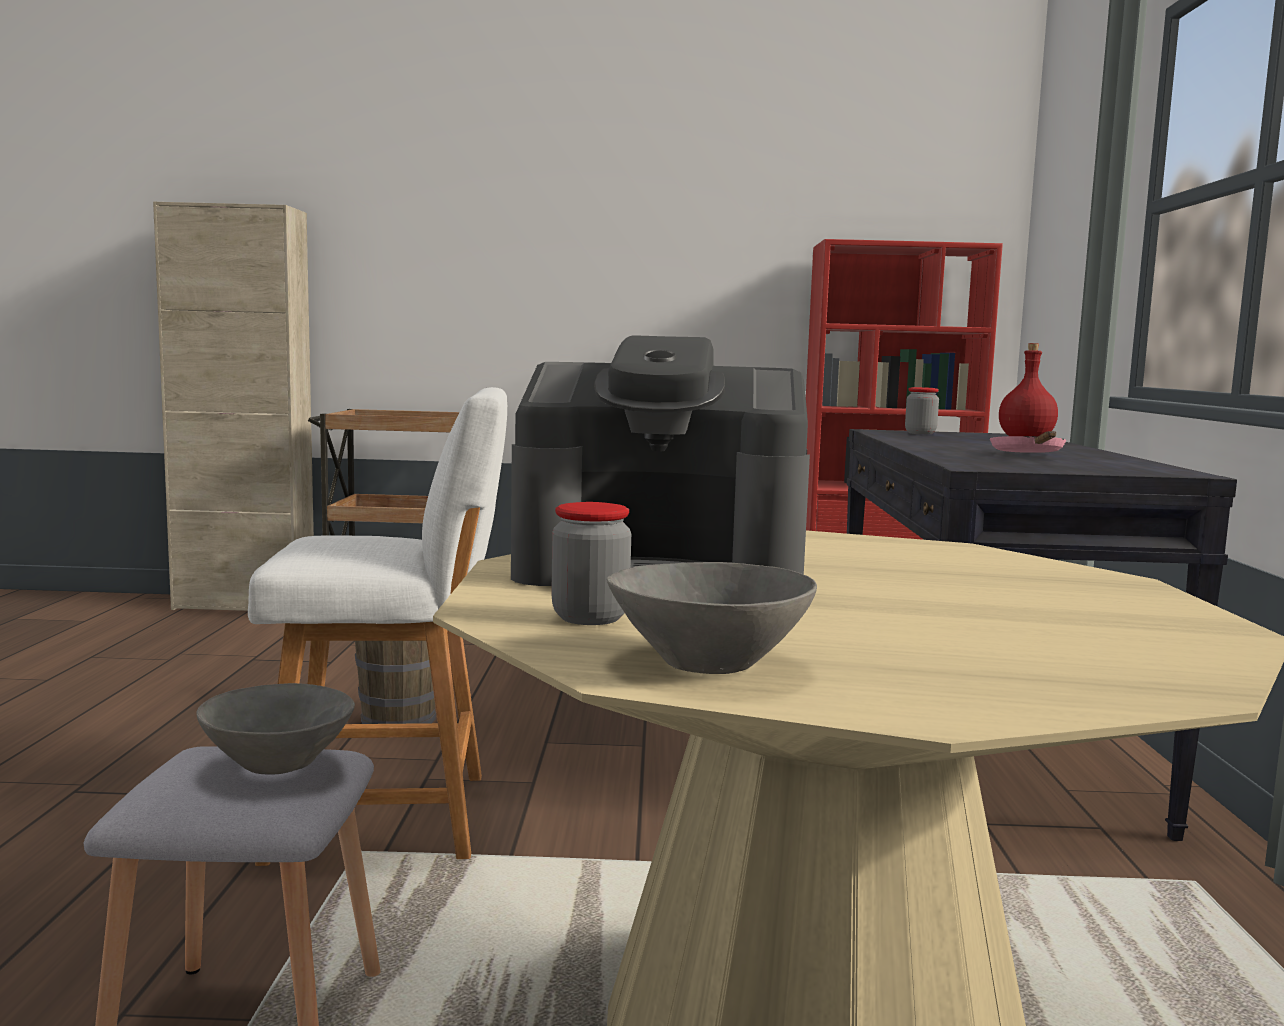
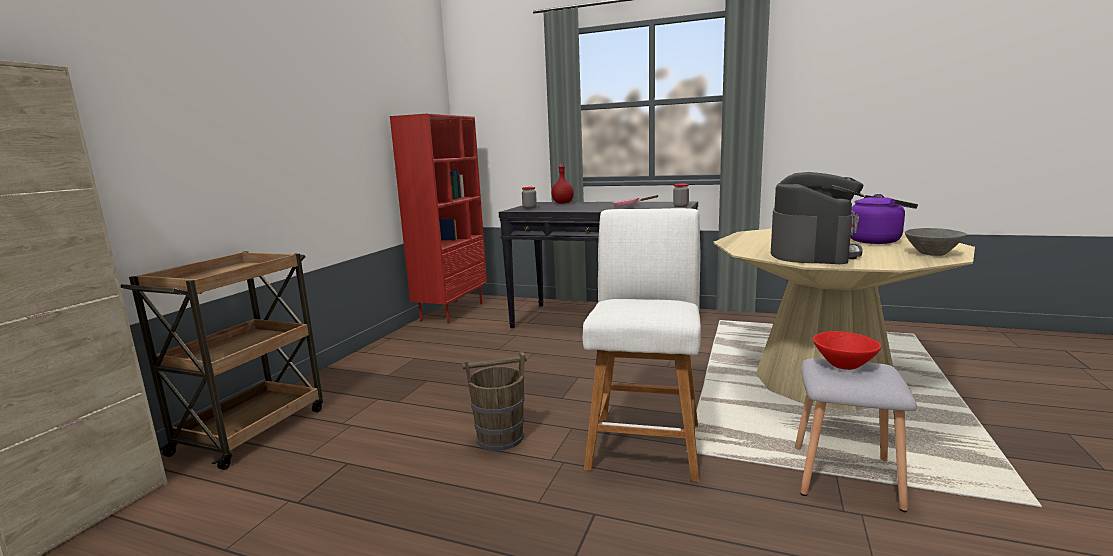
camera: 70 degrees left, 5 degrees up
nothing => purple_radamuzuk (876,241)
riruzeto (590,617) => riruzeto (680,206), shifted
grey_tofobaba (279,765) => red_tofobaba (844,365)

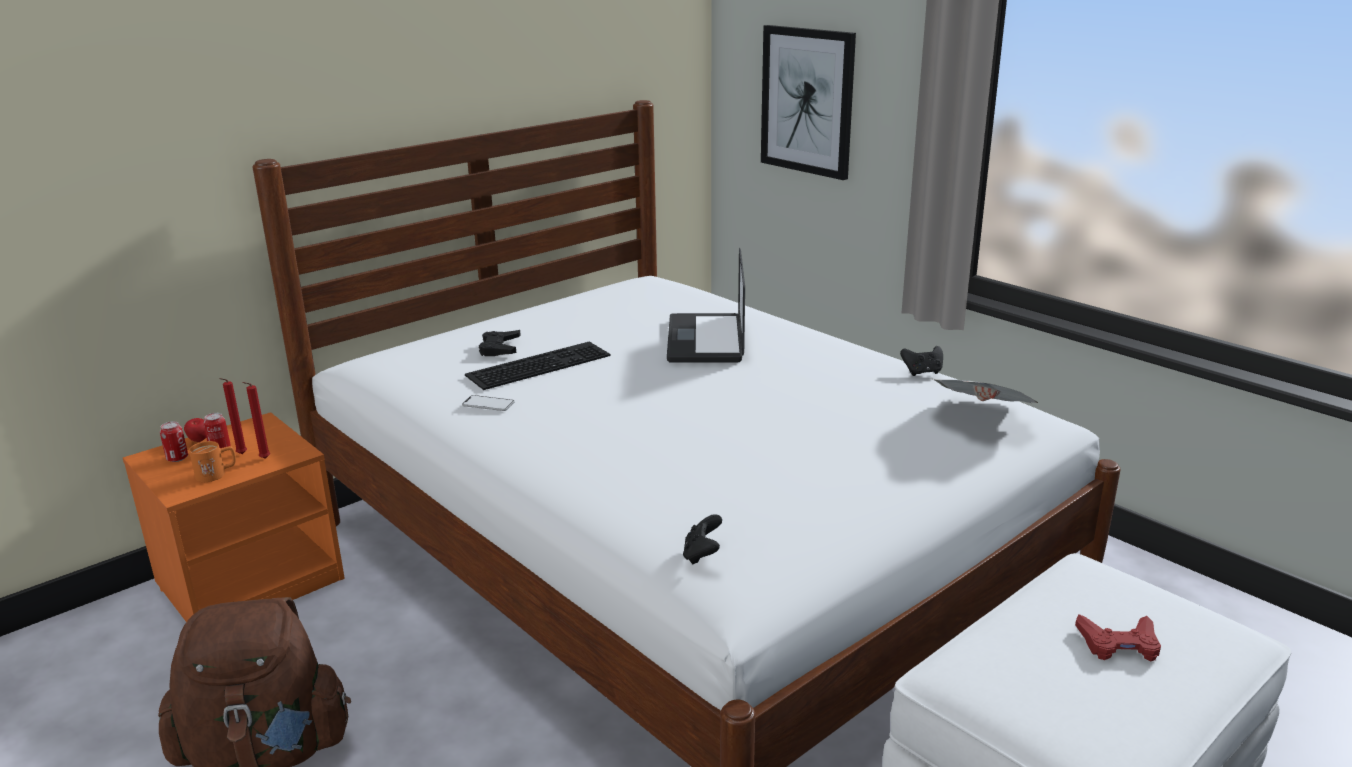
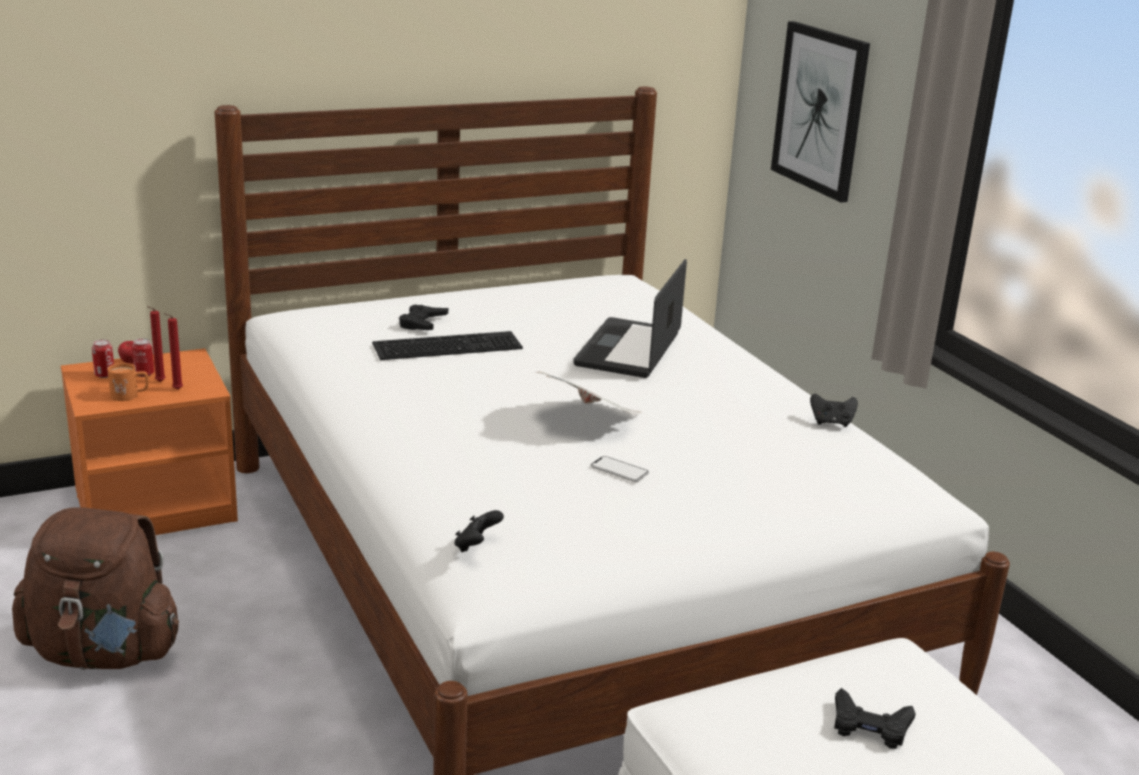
camera: 15 degrees right, 0 degrees up
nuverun (488,404) => nuverun (619,470), shifted
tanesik (982,417) => tanesik (590,421), shifted
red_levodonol (1119,644) => black_levodonol (870,726)

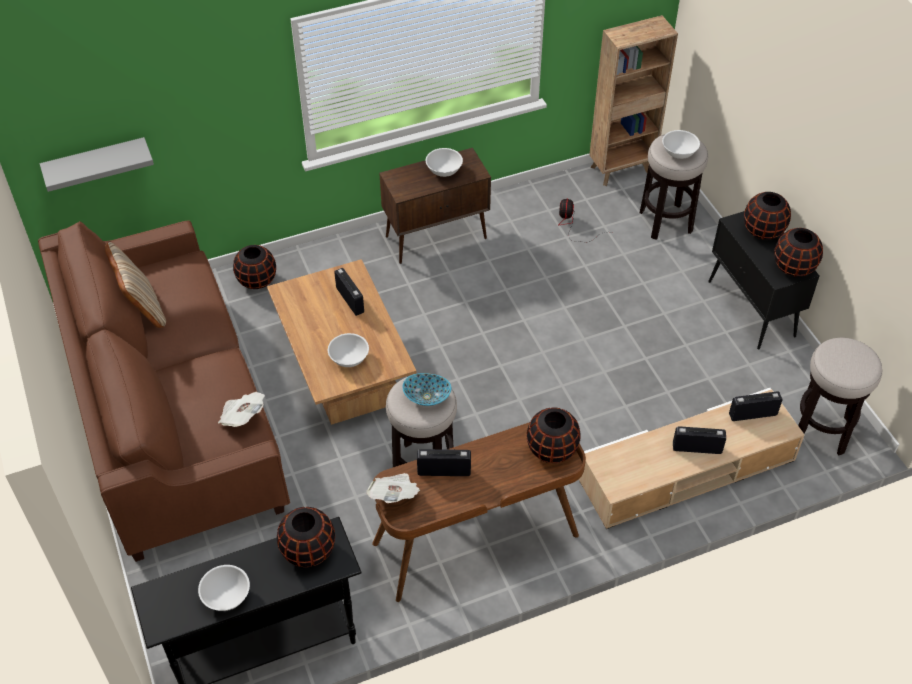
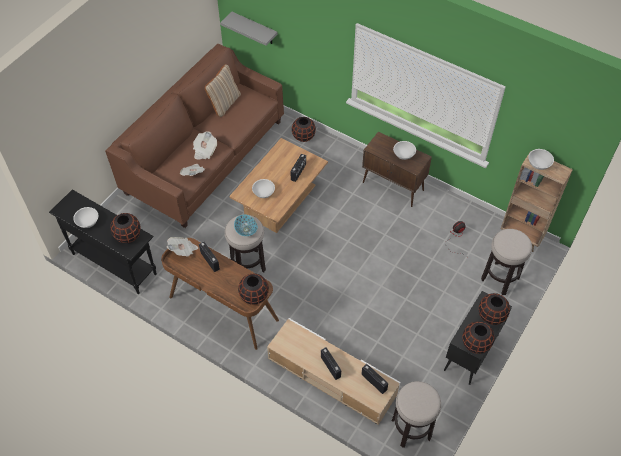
camera: 55 degrees right, 5 degrees up
nothing => tanesik (204,151)
white_tofobaba (678,152) => white_tofobaba (538,164), shifted

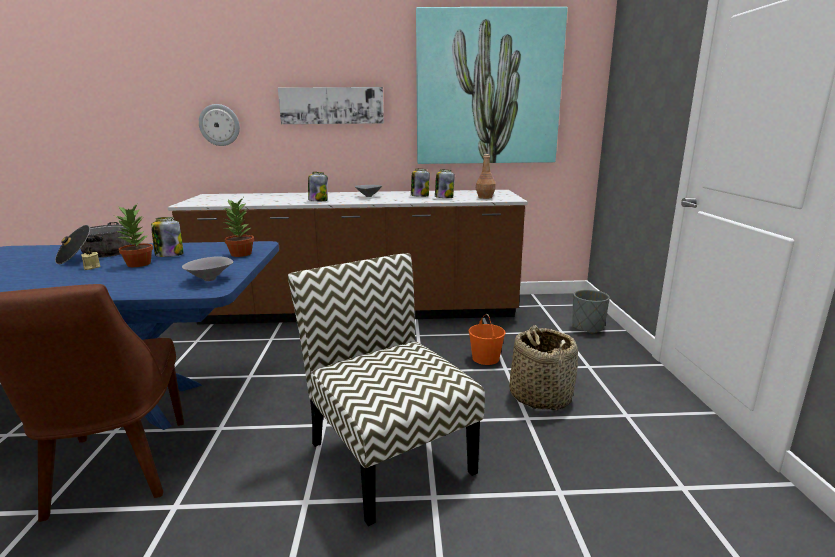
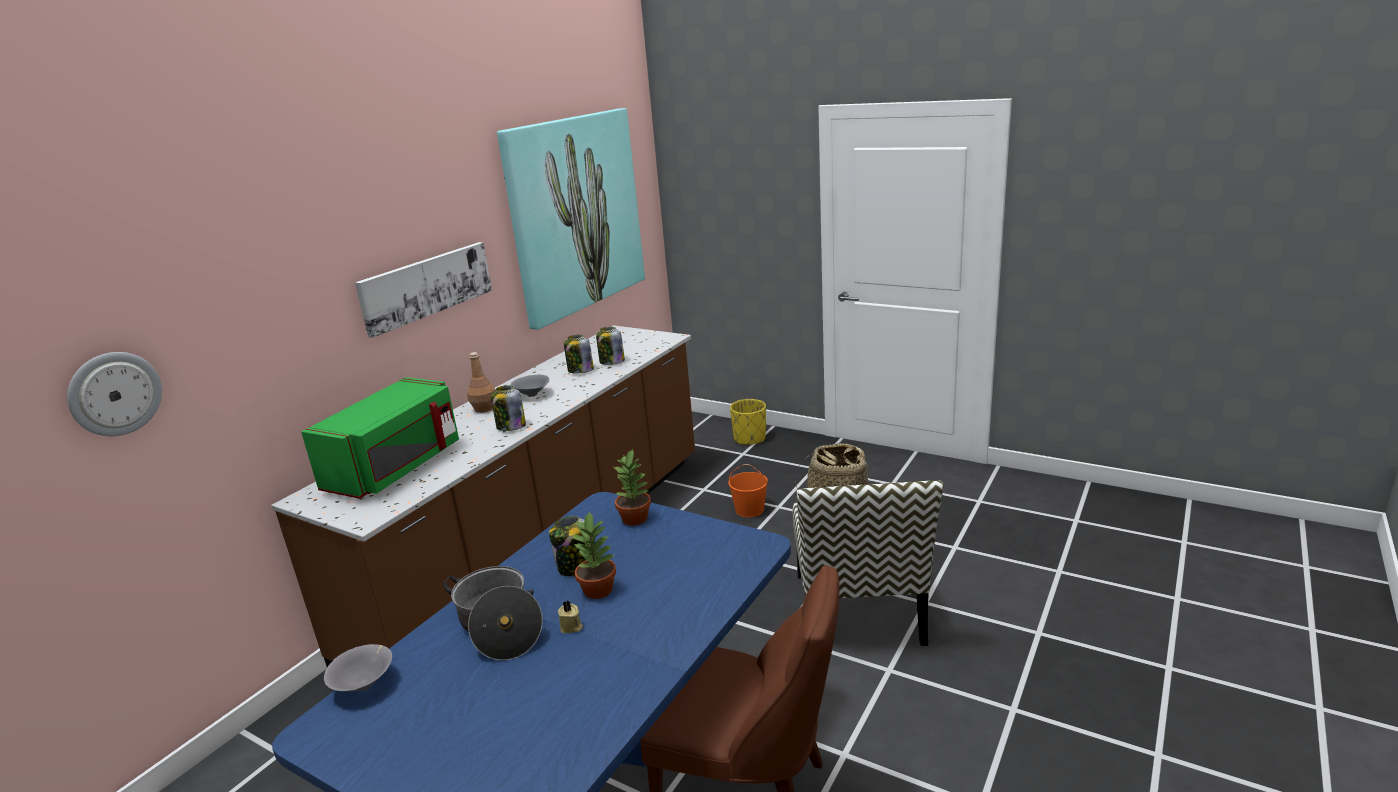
camera: 55 degrees left, 5 degrees up
nothing => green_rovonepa (397,467)
grey_tofobaba (211,279) => grey_tofobaba (365,684), shifted
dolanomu (219,125) => dolanomu (114,393), shifted
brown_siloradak (485,197) => brown_siloradak (484,408), shifted
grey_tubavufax (588,327) => yellow_tubavufax (750,439)
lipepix (388,455) => lipepix (859,610), 90 degrees counterclockwise

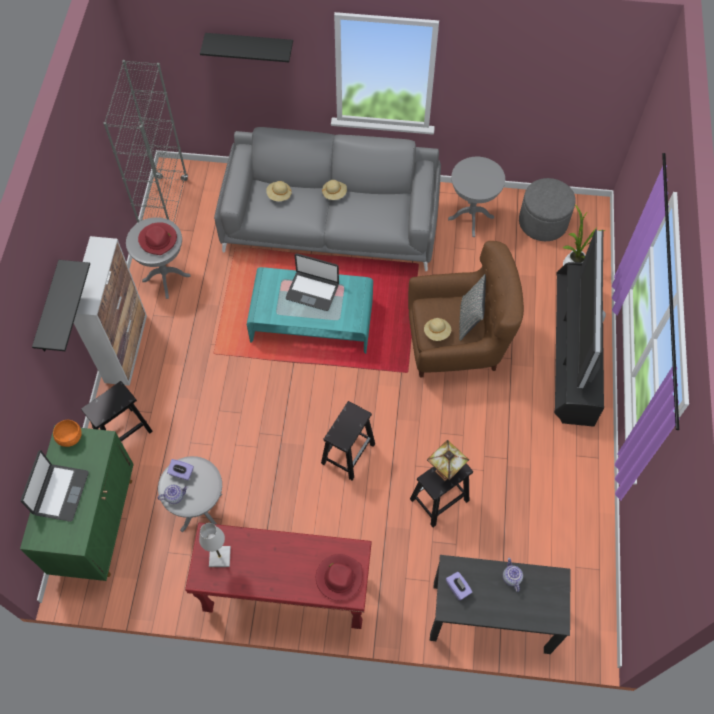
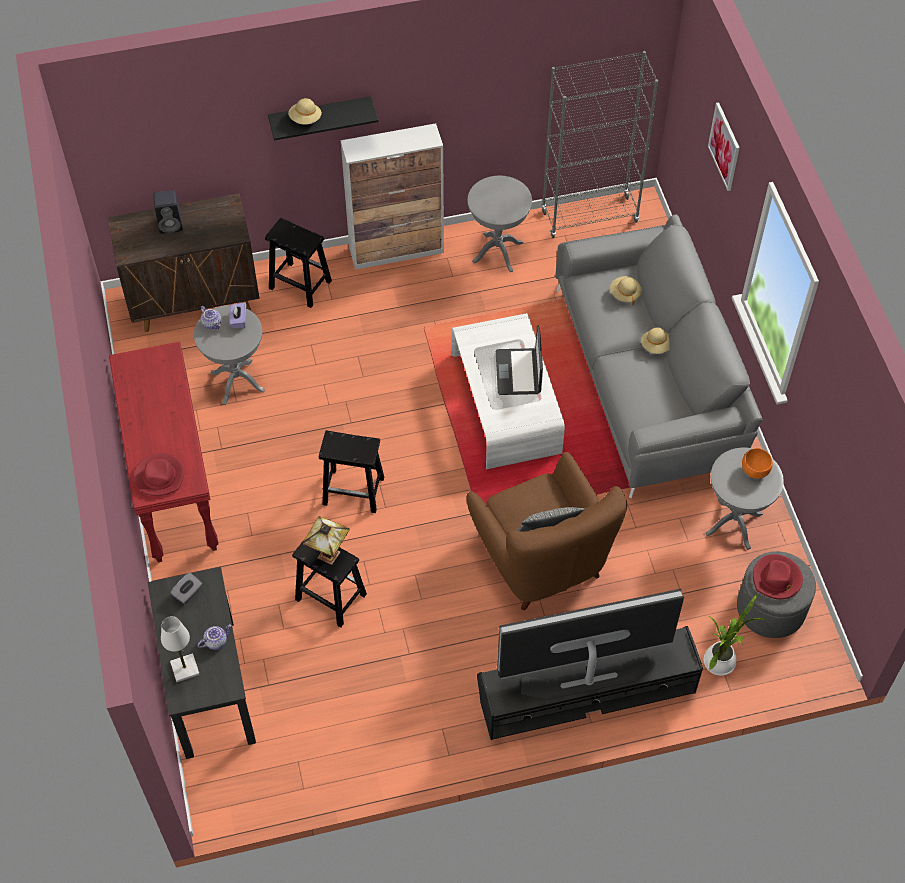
camera: 70 degrees right, 5 degrees down
orange_tofobaba (70,438) => orange_tofobaba (754,470), shifted
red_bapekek (158,240) => red_bapekek (777,579), shifted
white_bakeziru (219,556) => white_bakeziru (185,668), shifted
beige_bapekek (437,332) => beige_bapekek (305,119), shifted
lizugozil (60,493) => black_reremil (171,224)
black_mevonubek (250,46) => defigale (724,146)
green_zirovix (96,523) => brown_zirovix (195,301)
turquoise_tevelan (312,321) => white_tevelan (505,403)
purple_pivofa (458,588) => grey_pivofa (188,593)

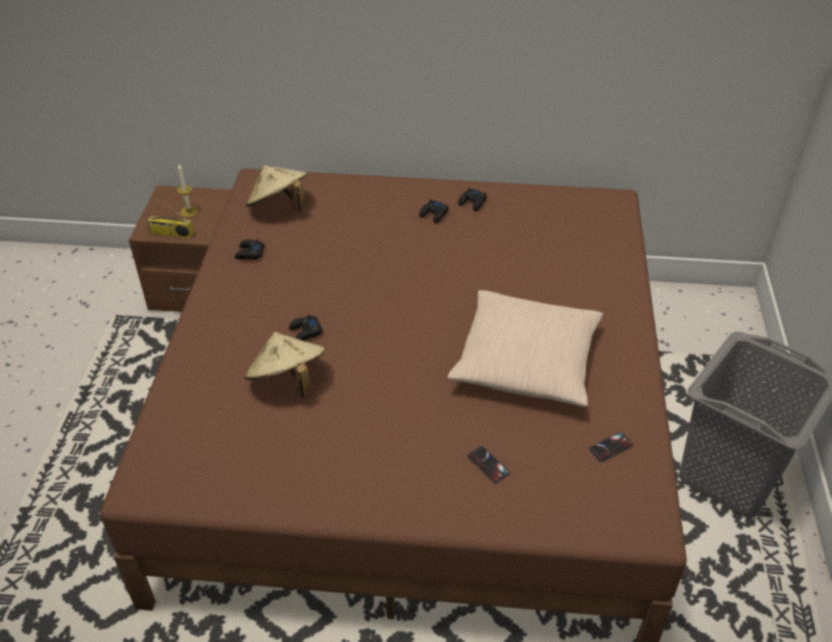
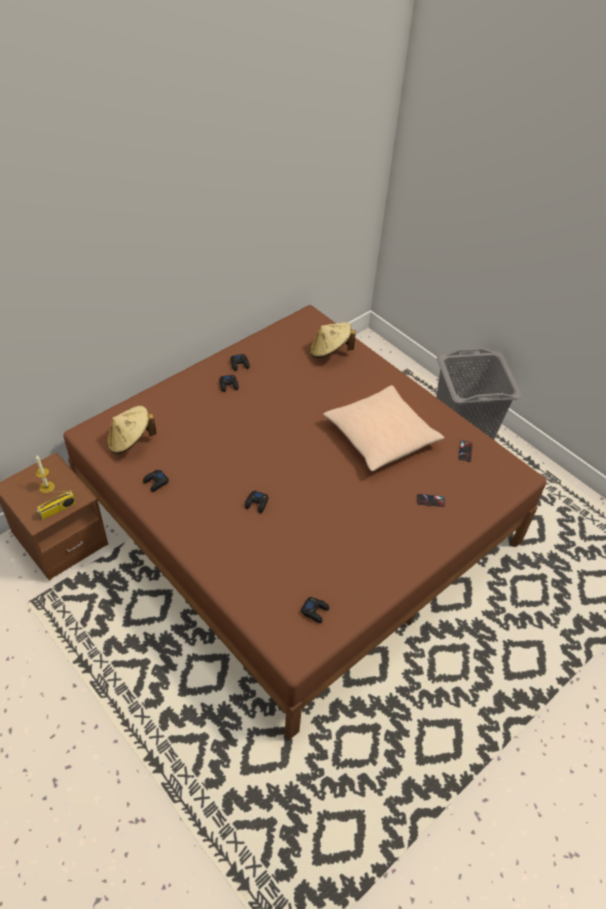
camera: 50 degrees left, 5 degrees up
nothing => black_levodonol (315,611)
beige_bapekek (287,381) => beige_bapekek (330,352), shifted

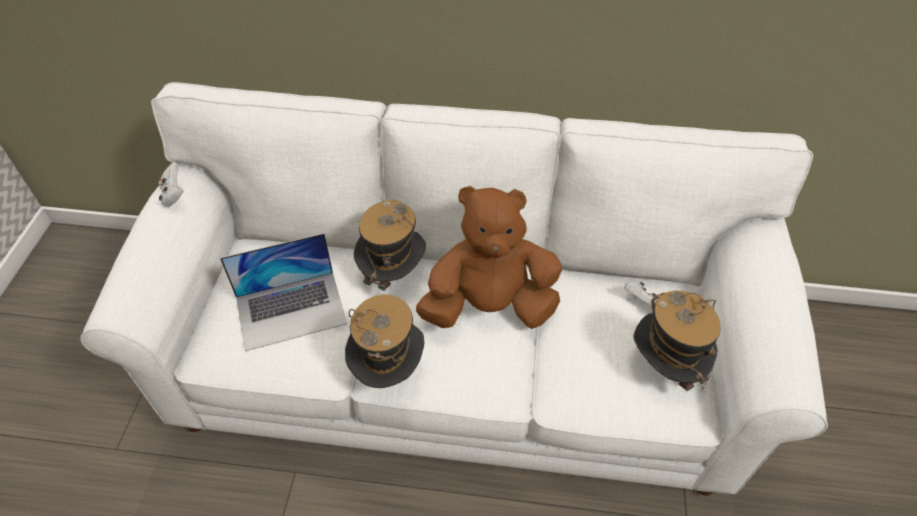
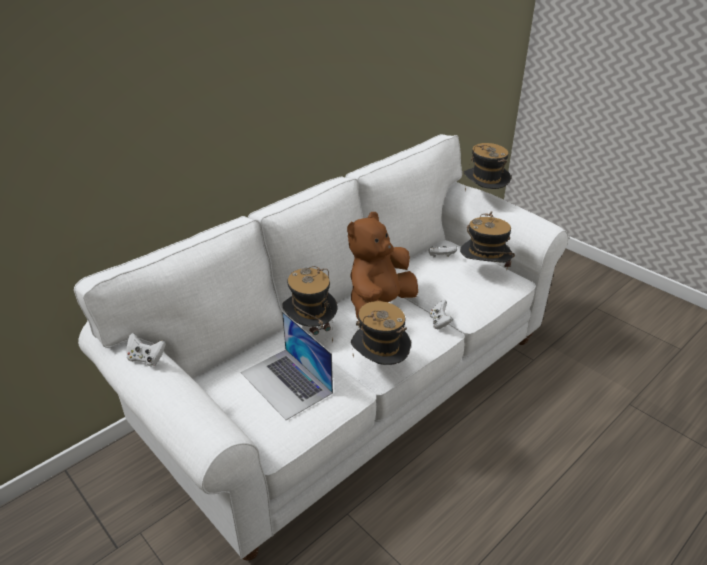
camera: 50 degrees left, 15 degrees down
nothing => white_levodonol (439,322)
nothing => bapekek (483,199)
lizugozil (291,310) => lizugozil (286,382), 120 degrees clockwise

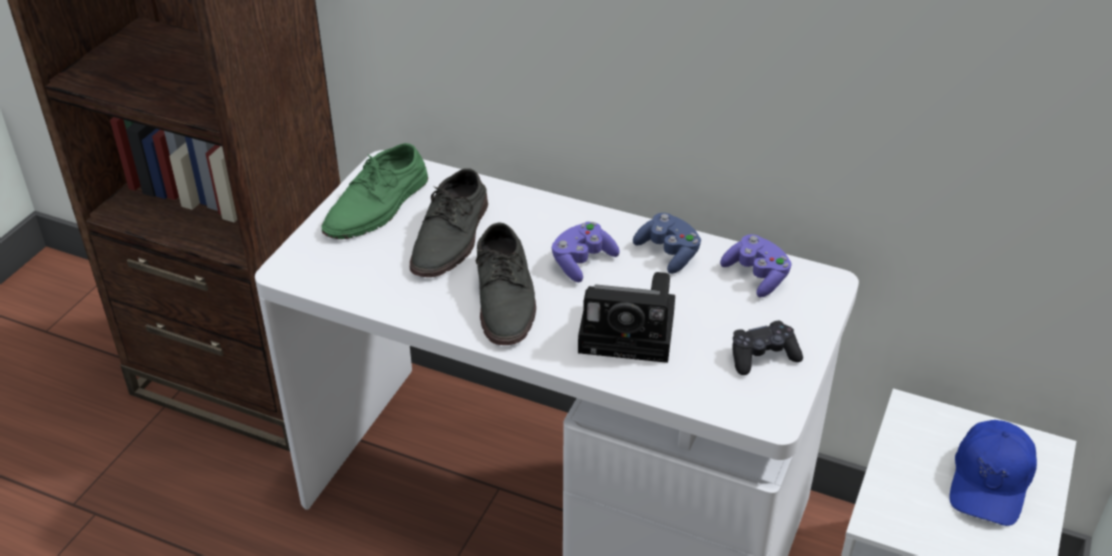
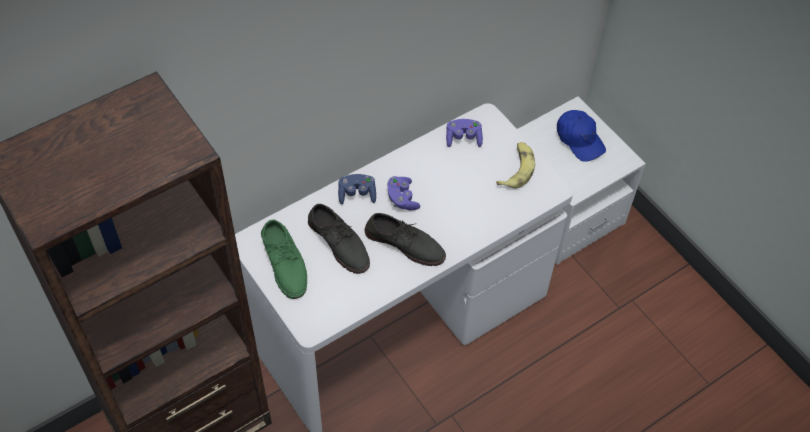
camera: 60 degrees left, 15 degrees up
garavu (631,332) => nothing
blue_levodonol (668,253) => blue_levodonol (357,194), shifted
black_levodonol (762,356) => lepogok (516,169)

